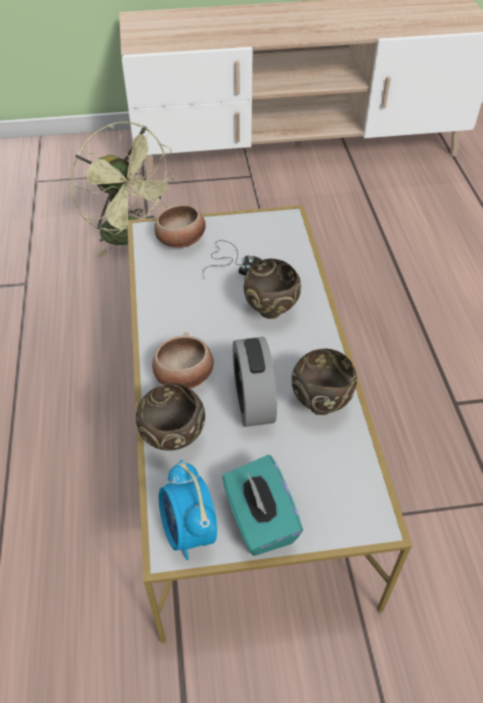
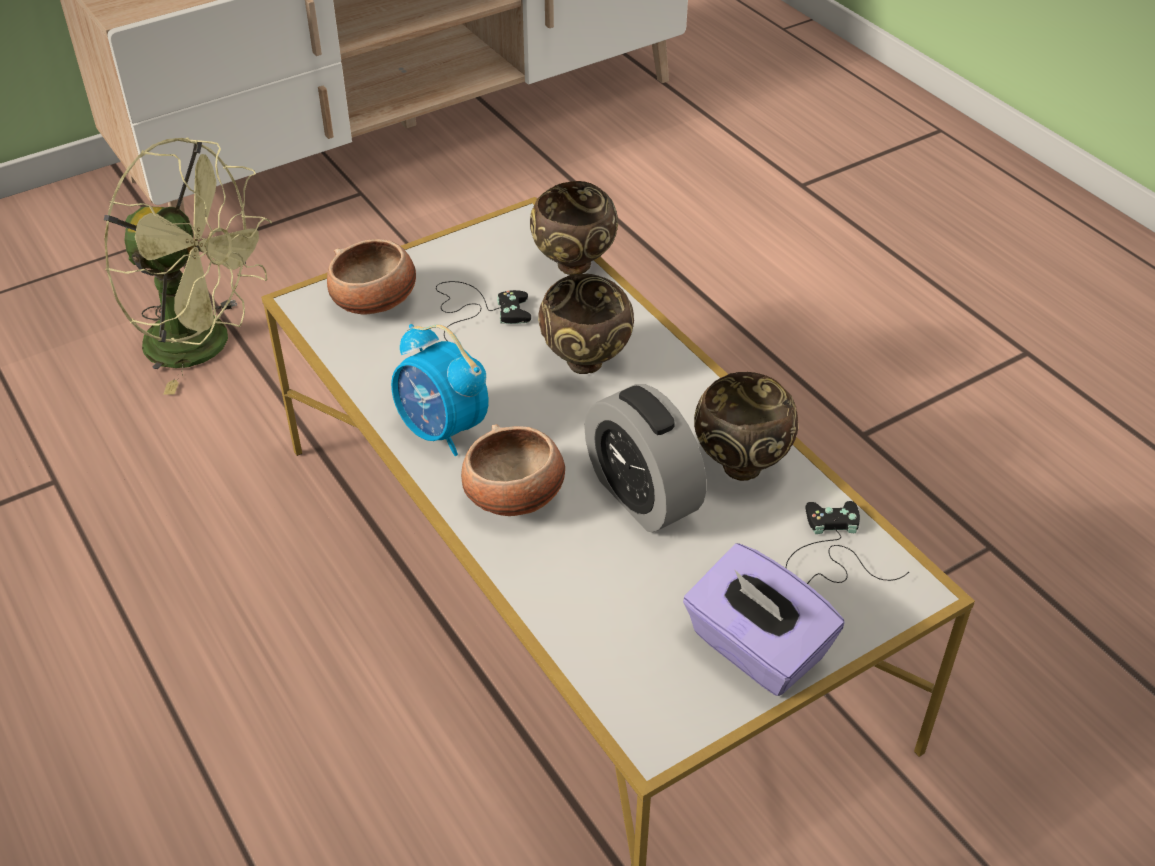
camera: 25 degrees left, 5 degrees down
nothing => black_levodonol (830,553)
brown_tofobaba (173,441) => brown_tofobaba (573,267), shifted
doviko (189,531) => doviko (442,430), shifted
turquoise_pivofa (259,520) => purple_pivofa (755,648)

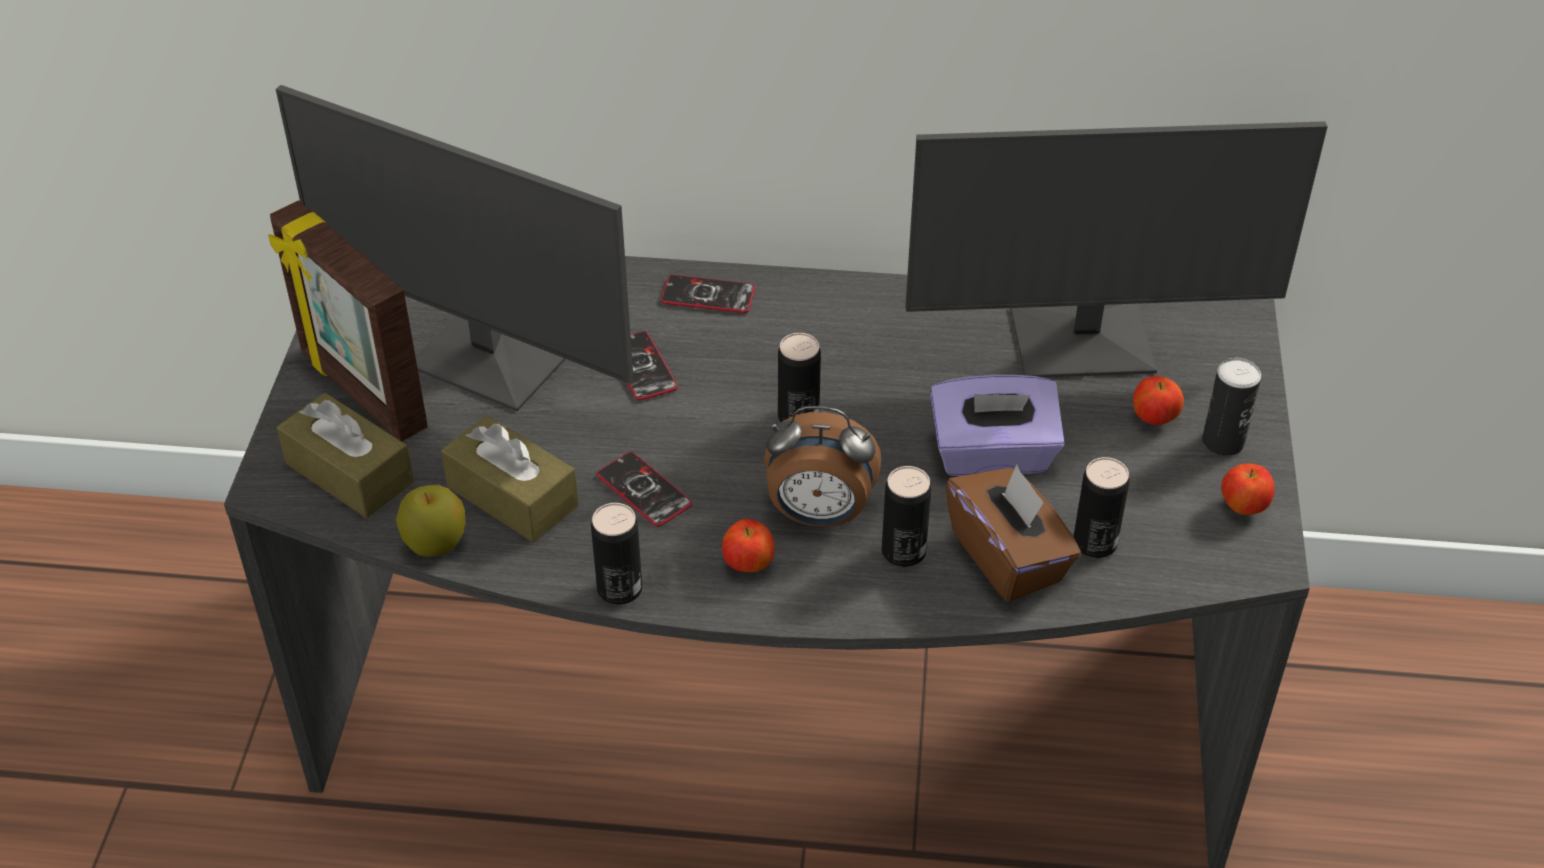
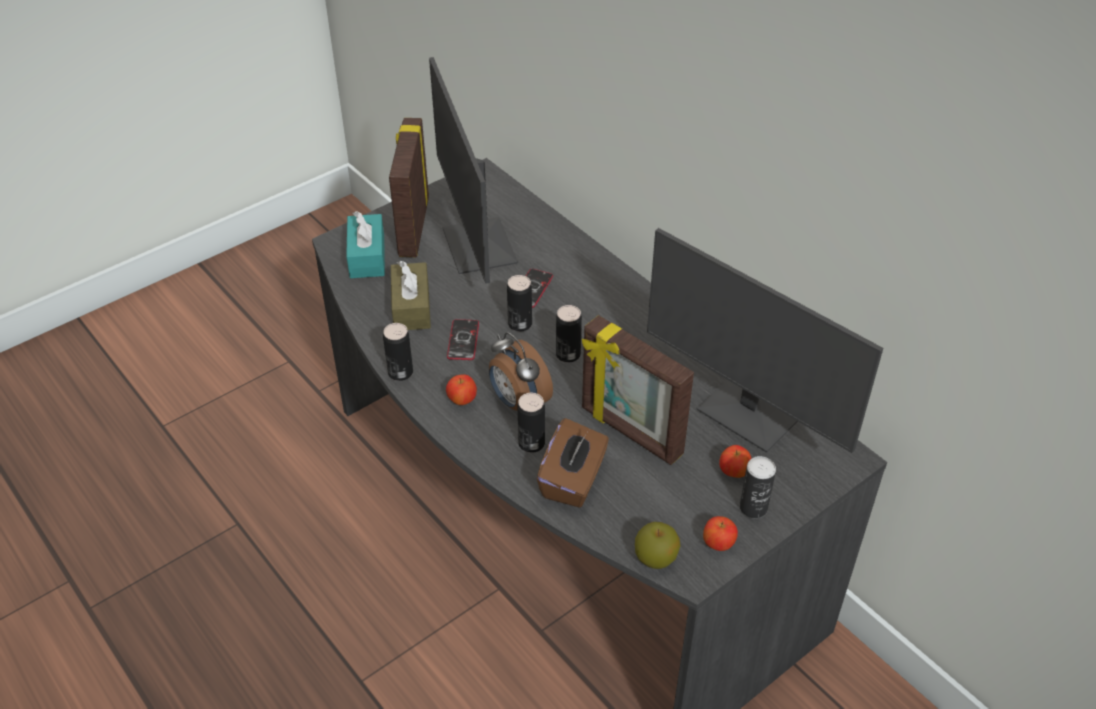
camera: 45 degrees right, 0 degrees up
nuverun (708,295) => nothing
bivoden (435,543) => bivoden (655,558), shifted
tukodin (1094,543) => tukodin (520,324), shifted
purple_pivofa (992,455) => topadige (630,432)
brown_pivofa (349,473) => turquoise_pivofa (367,256)

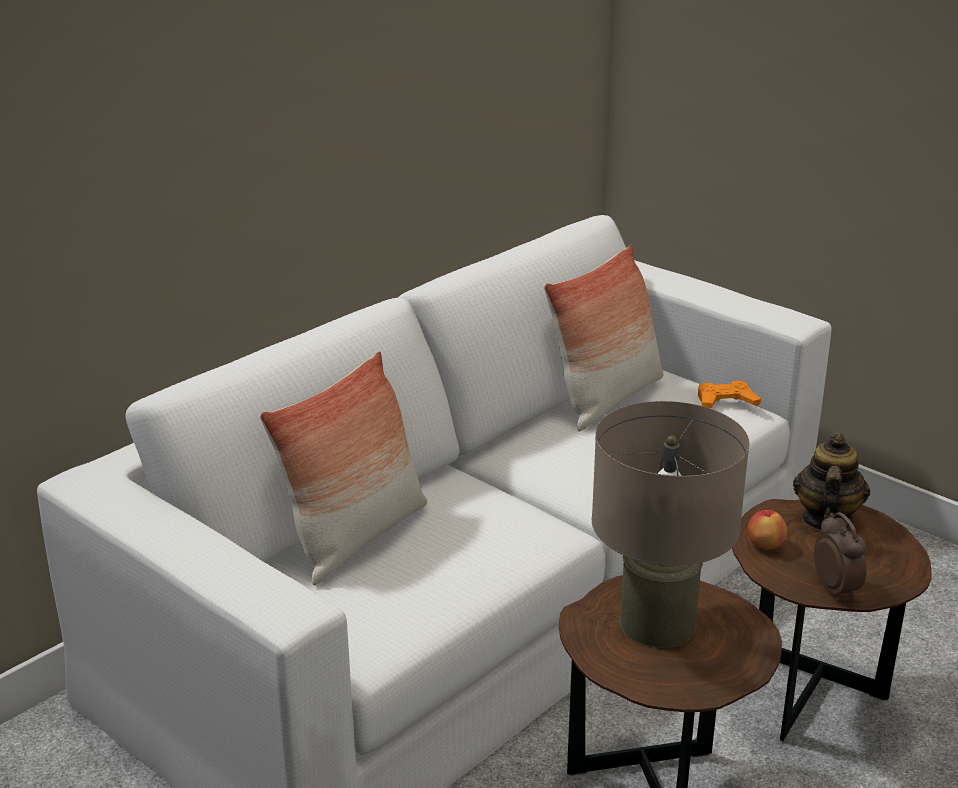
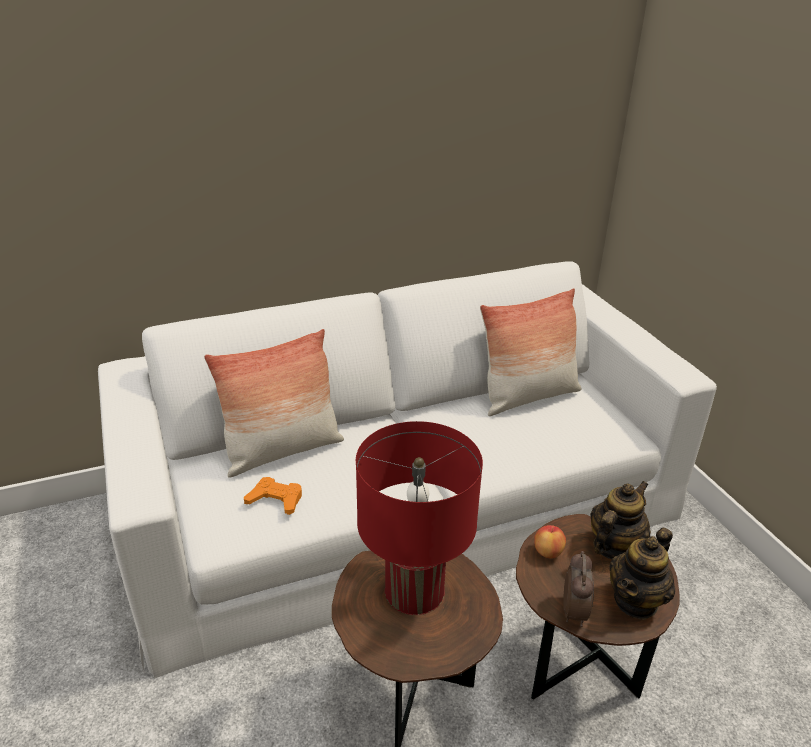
camera: 25 degrees right, 5 degrees up
nothing => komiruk (636,601)
orange_levodonol (726,401) => orange_levodonol (275,500), shifted
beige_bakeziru (657,624) => red_bakeziru (414,590)

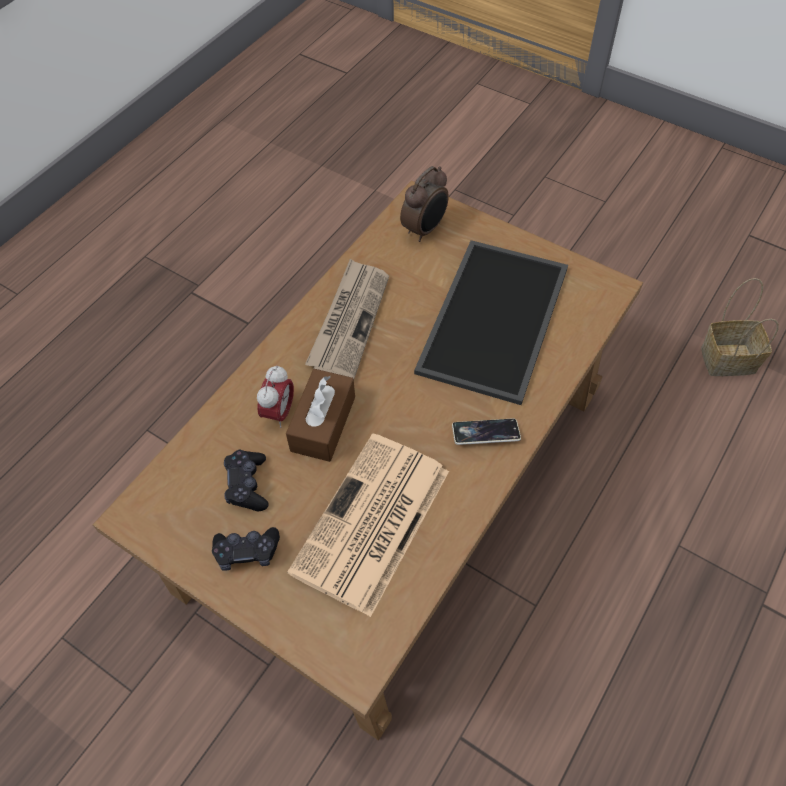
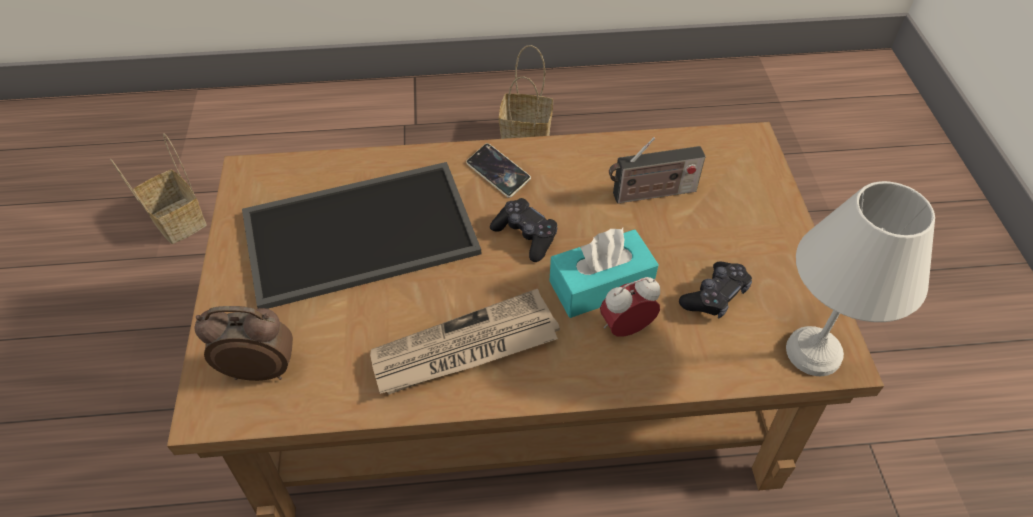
camera: 130 degrees left, 5 degrees down
nothing => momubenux (527,135)
nothing => white_bakeziru (813,354)
black_levodonol (247,552) => black_levodonol (525,236), shifted
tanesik (371,524) => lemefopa (650,194)
brown_pivofa (323,423) => turquoise_pivofa (601,285)

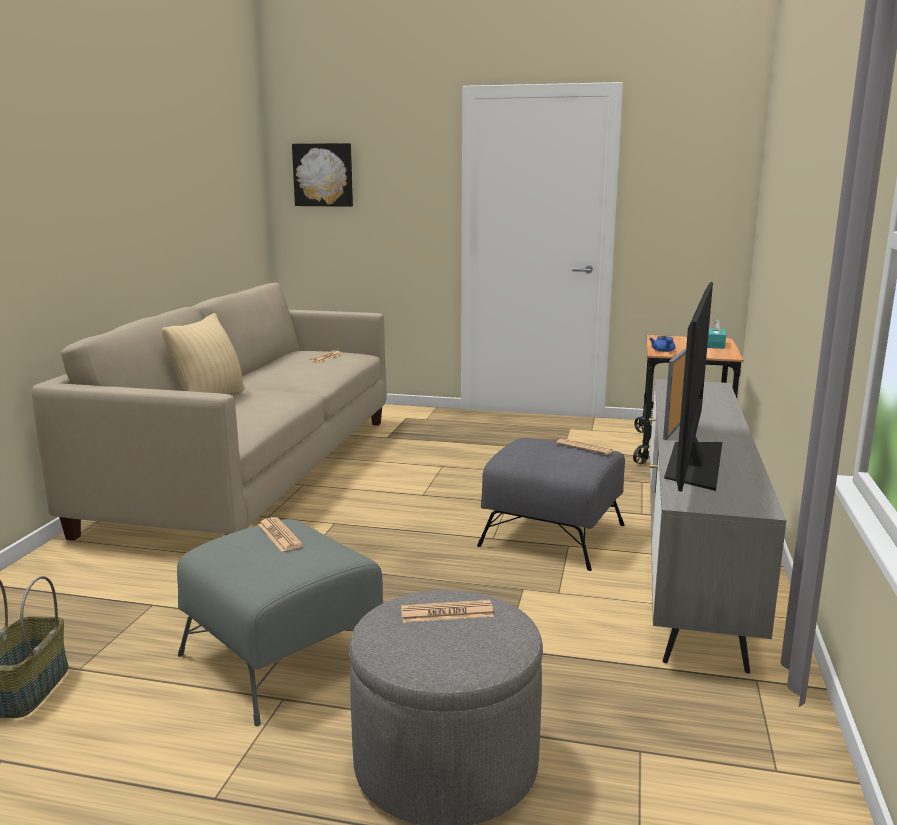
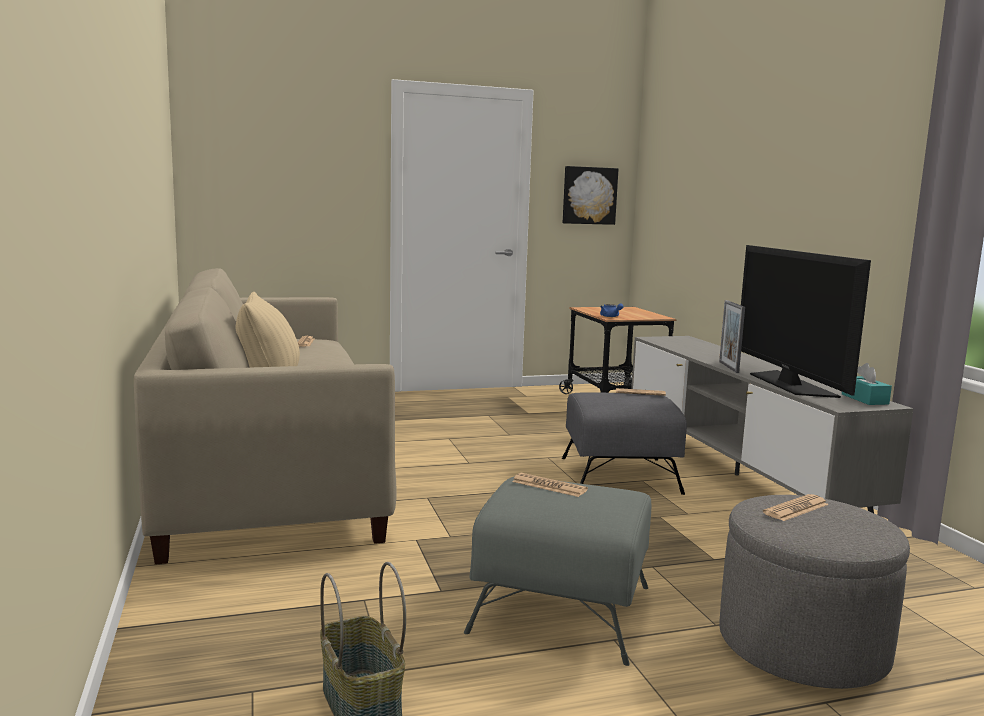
camera: 30 degrees left, 5 degrees down
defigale (323,175) => defigale (589,195), shifted
turquoise_pivofa (716,345) => turquoise_pivofa (864,399), shifted

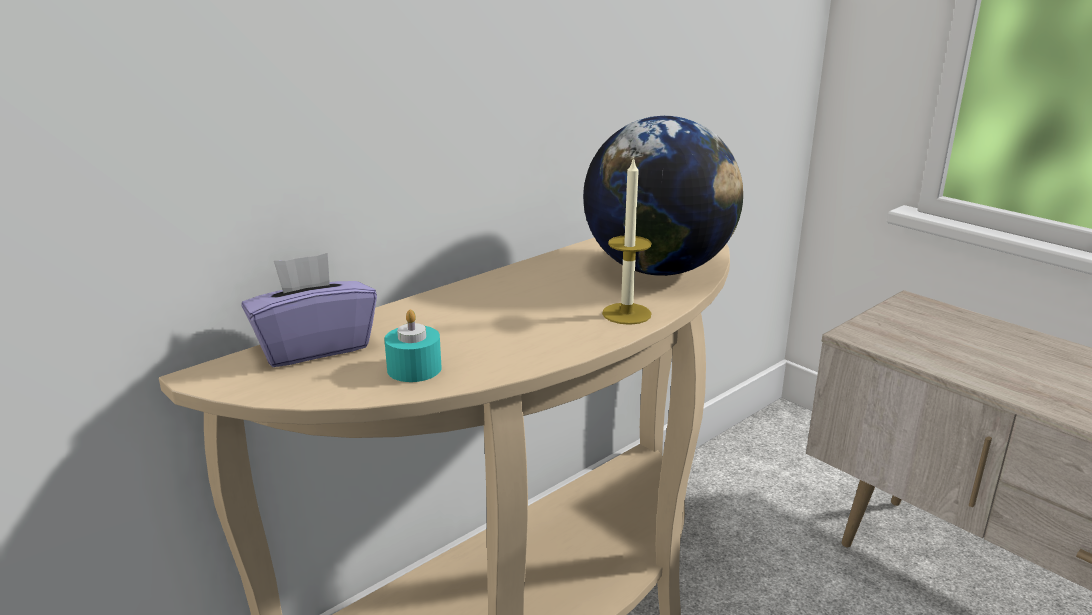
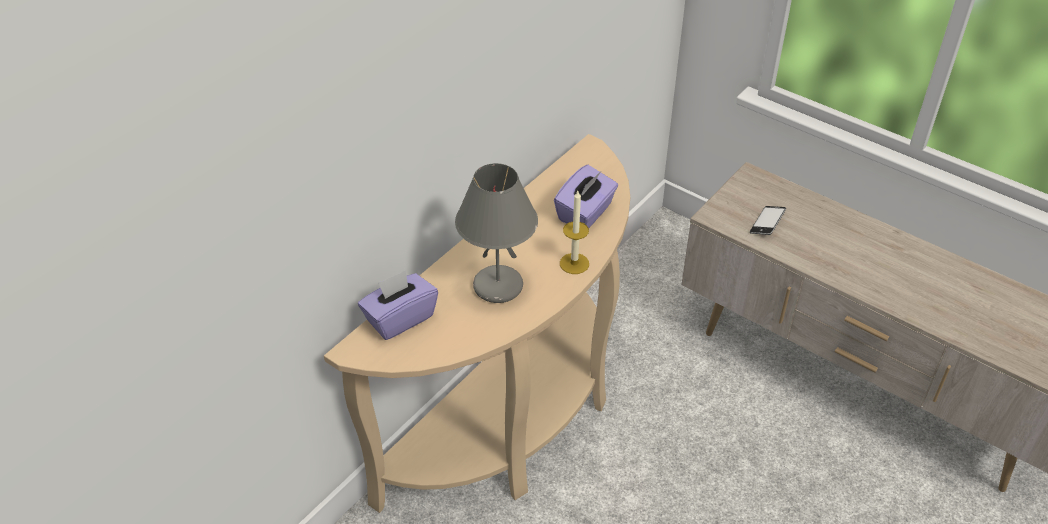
camera: 10 degrees left, 20 degrees up
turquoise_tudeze (414,368) => nothing
nothing => grey_bakeziru (497,287)
nothing => nuverun (767,223)
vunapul (657,269) => purple_pivofa (585,213)

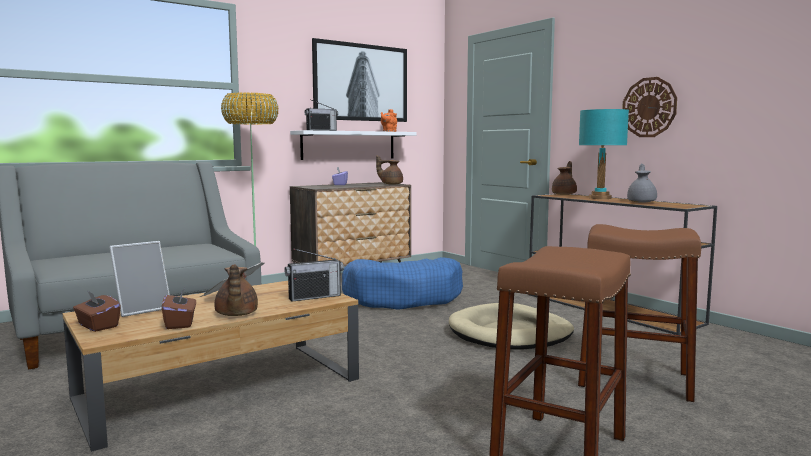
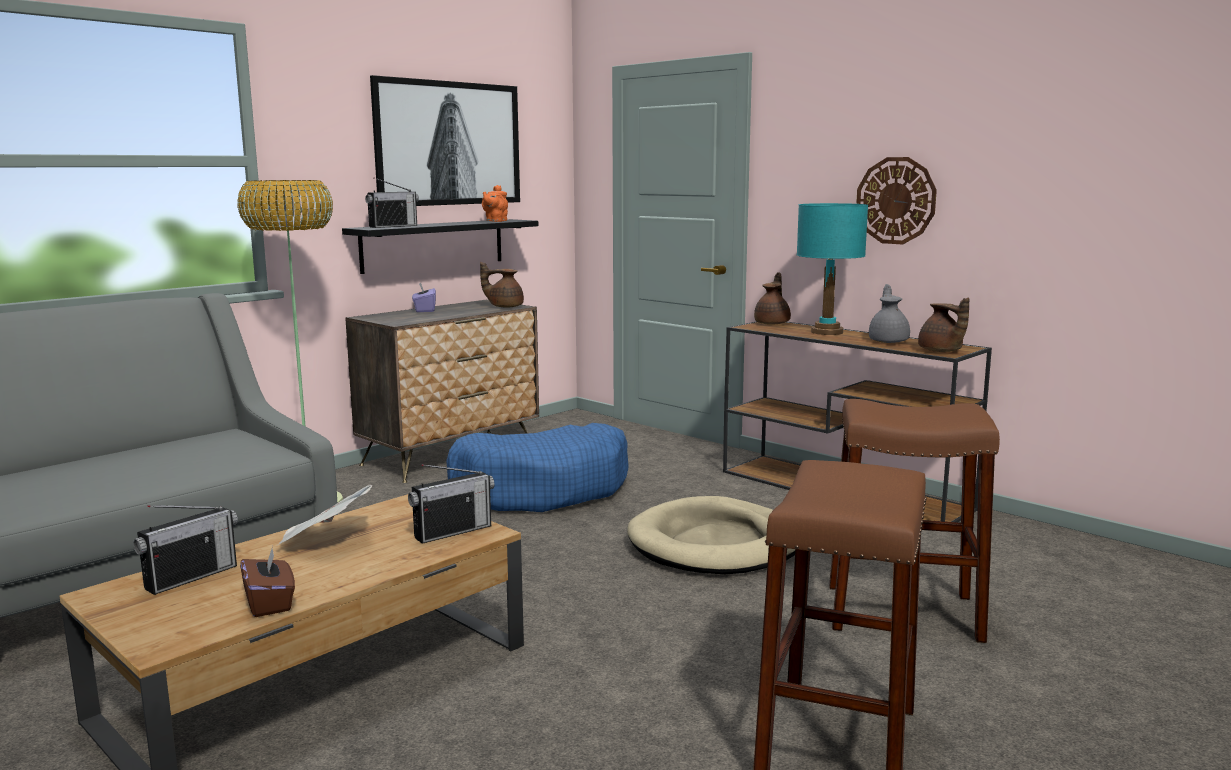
camera: 10 degrees left, 5 degrees up
brown_pivofa (97,326) => nothing
brown_komiruk (236,314) => brown_komiruk (941,351), shifted
topadige (142,309) => lemefopa (191,577)
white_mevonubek (349,145) => black_mevonubek (433,245)

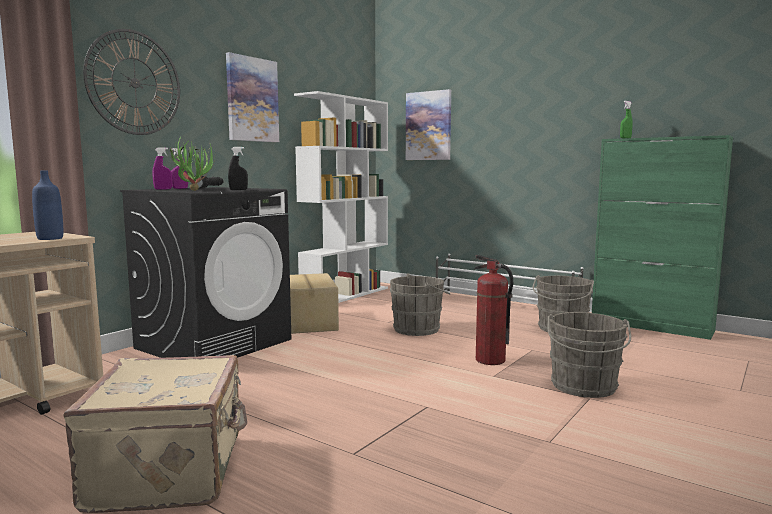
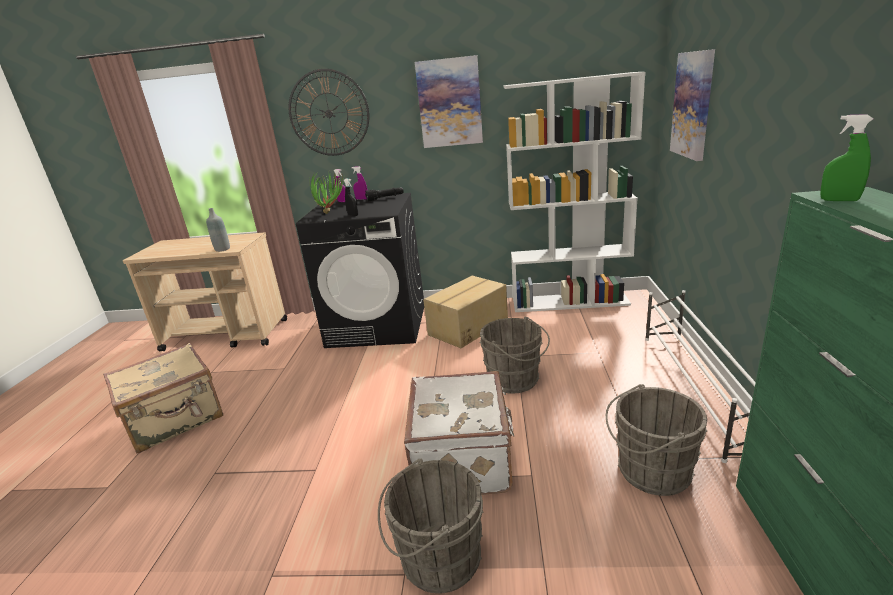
camera: 60 degrees right, 15 degrees up
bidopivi (490,360) => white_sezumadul (464,459)
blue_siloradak (50,238) => grey_siloradak (222,249)

